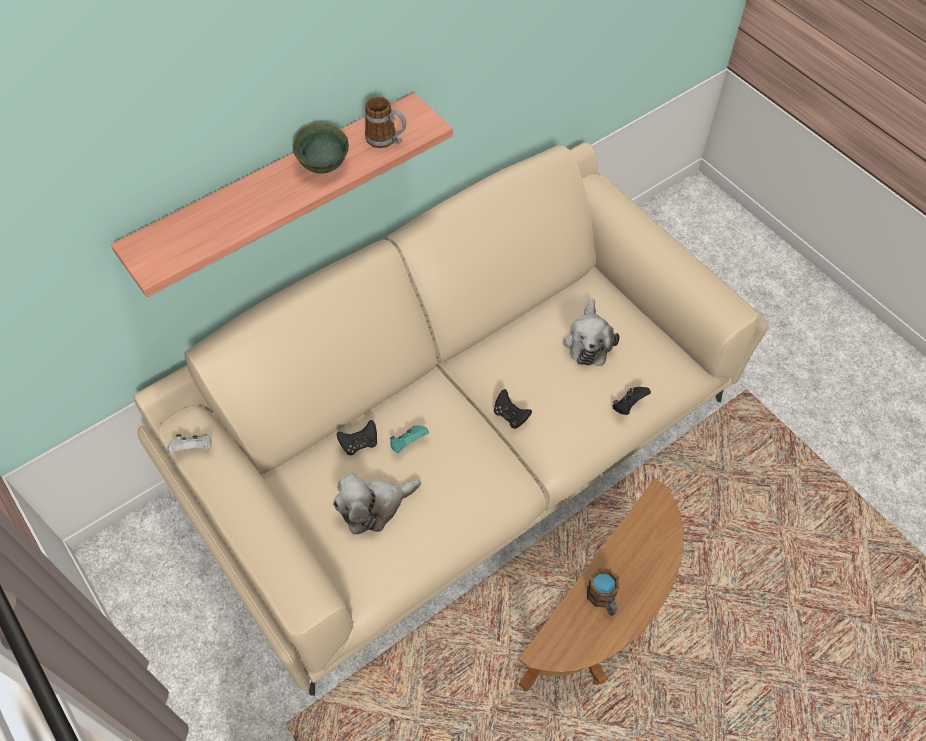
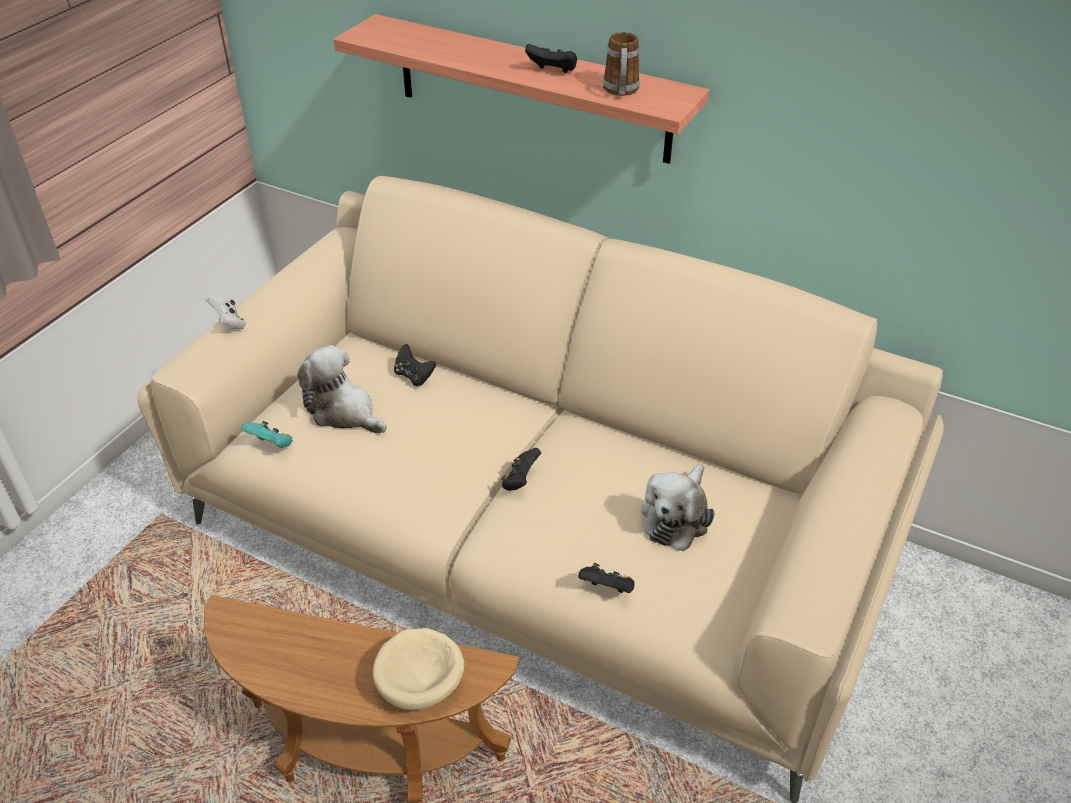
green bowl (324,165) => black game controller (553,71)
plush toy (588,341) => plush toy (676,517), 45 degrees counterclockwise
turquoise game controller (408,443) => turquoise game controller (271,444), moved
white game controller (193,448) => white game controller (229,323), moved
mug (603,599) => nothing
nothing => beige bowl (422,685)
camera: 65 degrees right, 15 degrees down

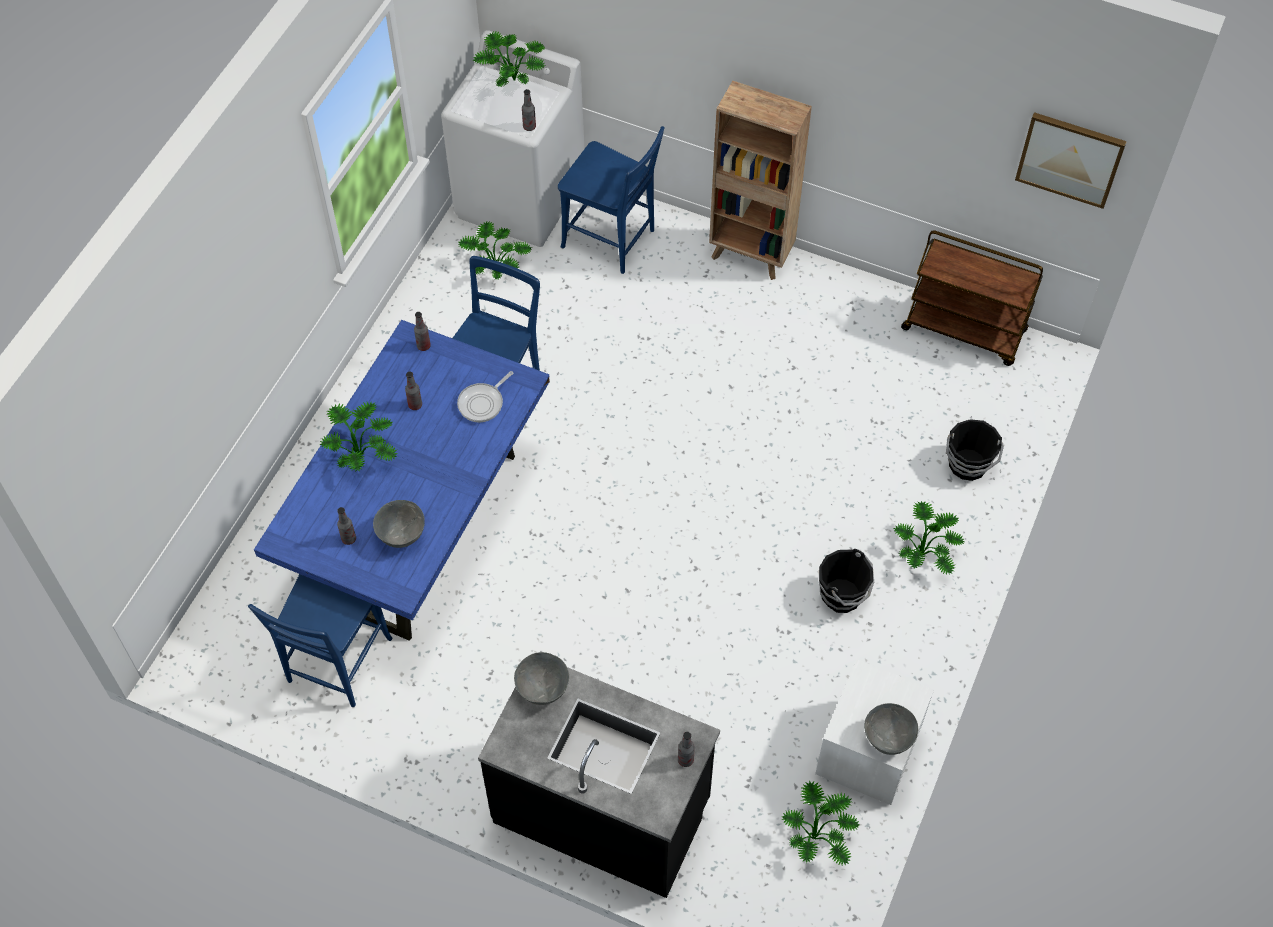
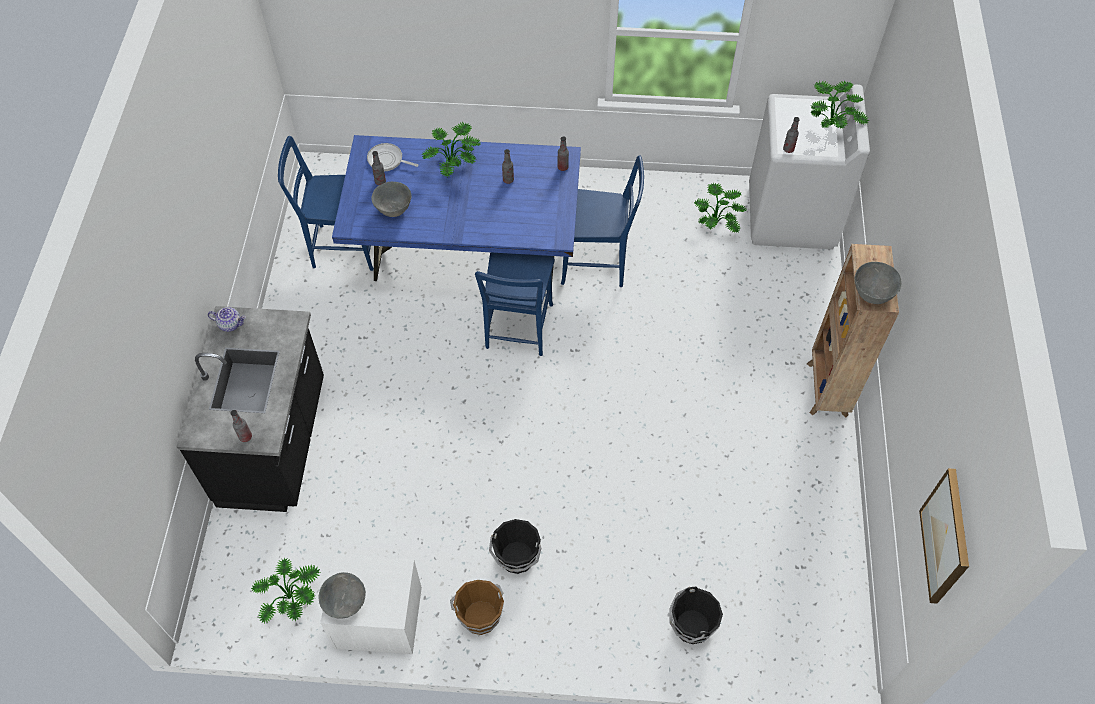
blue chair (612,240) => blue chair (518,330), moved
brown cart (965,330) => nothing
frying pan (483,403) => frying pan (387,160), moved
potted plant (925,553) => nothing
grey bowl (543,690) => grey bowl (872,295), moved
nothing => teapot (230,324)
nothing => brown bucket (479,615)
camera: 70 degrees right, 0 degrees up

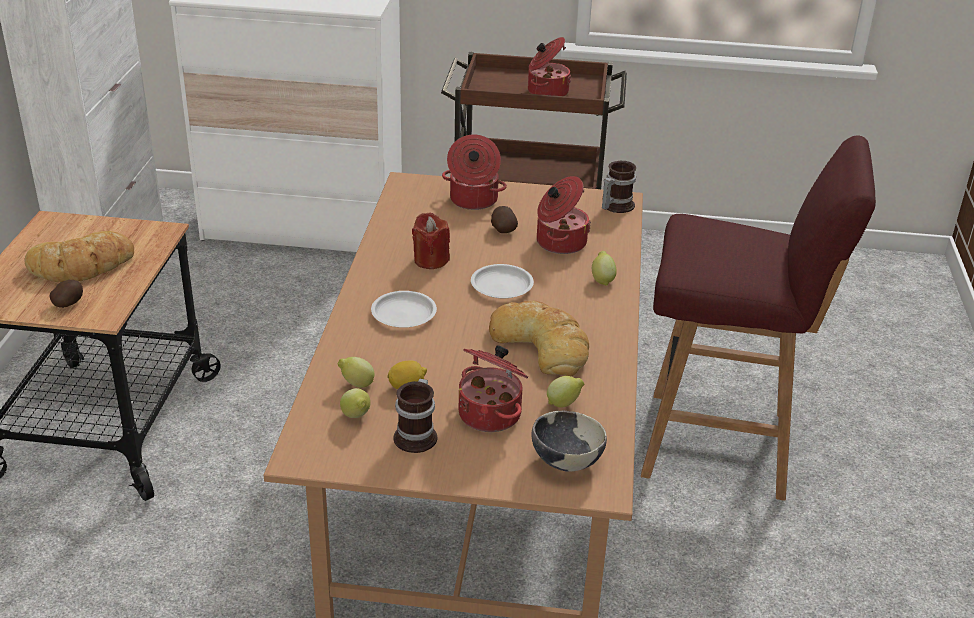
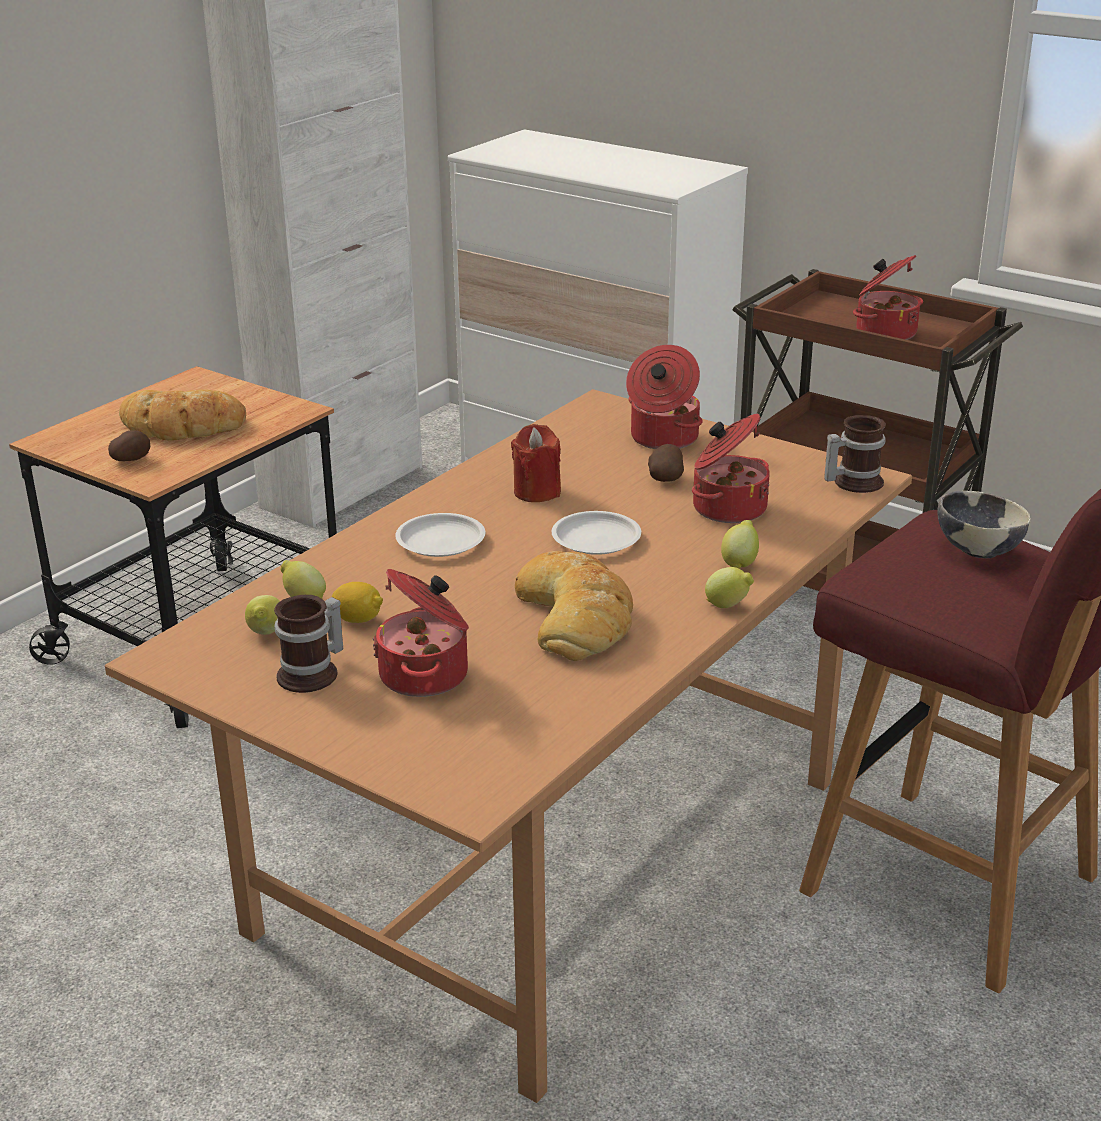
lemon (564,404) => lemon (728,606), moved
bowl (566,461) => bowl (977,550), moved
camera: 30 degrees right, 5 degrees down

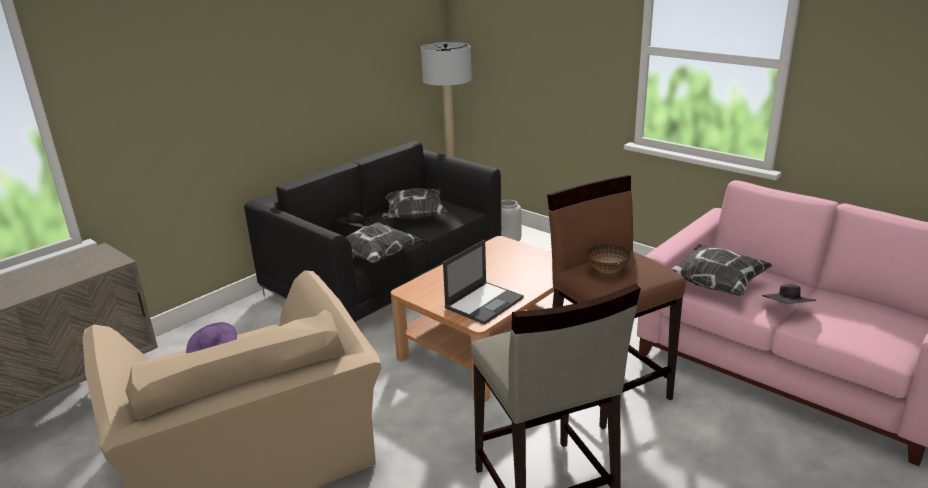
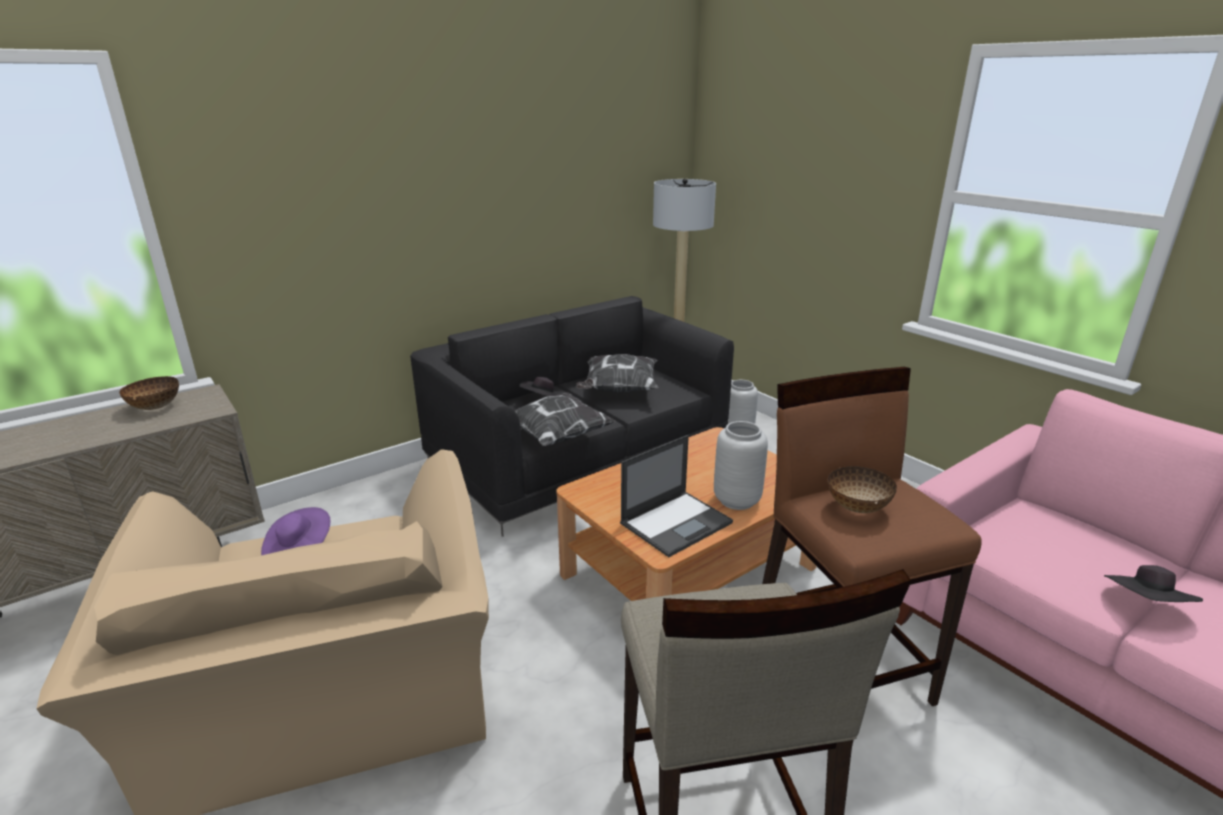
pillow (715,285) => nothing
nothing => bowl (155,407)
nothing => grey vase (735,500)
camera: 10 degrees right, 0 degrees up

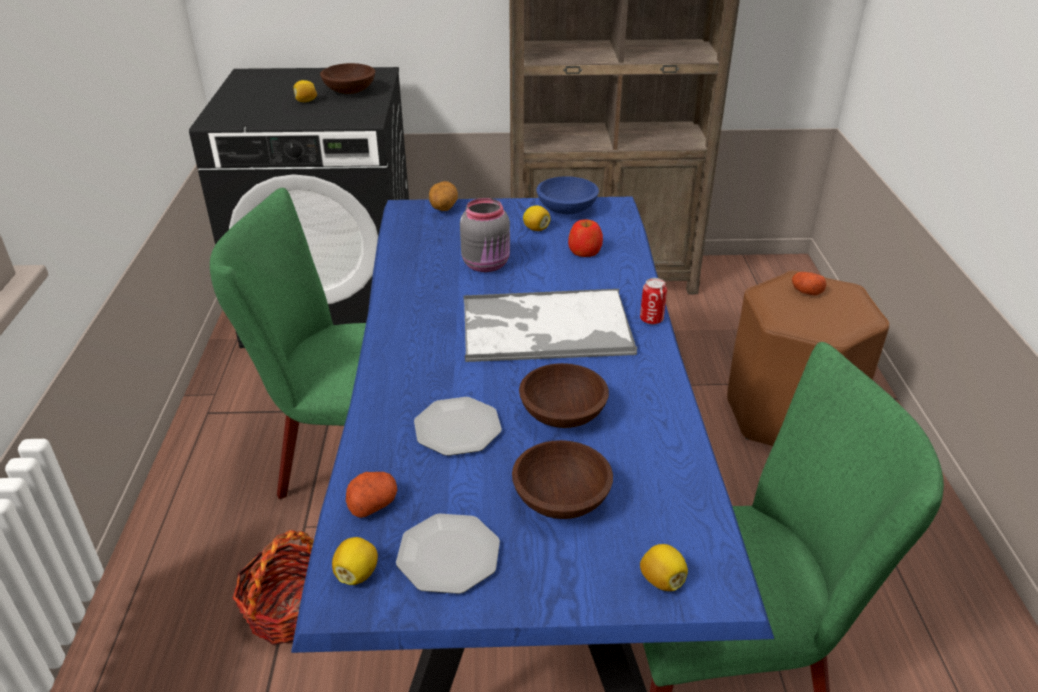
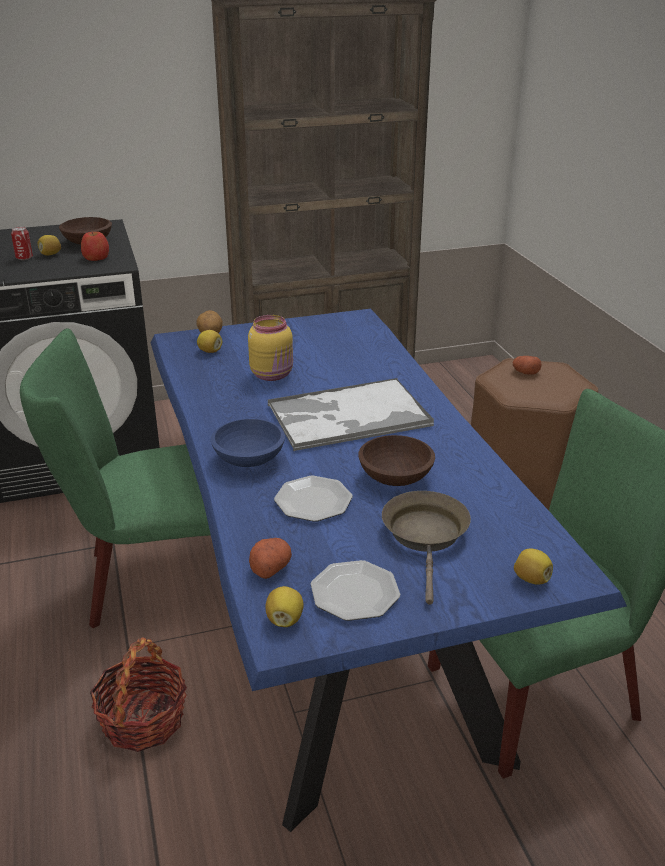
blue bowl (565,209) => blue bowl (247,459), moved
grey jar (487,264) => yellow jar (273,374)
lemon (536,229) => lemon (210,351), moved
apple (585,251) => apple (96,257), moved
can (651,319) => can (24,258), moved
brown bowl (562,498) => brown frying pan (426,537)
camera: 15 degrees left, 5 degrees down

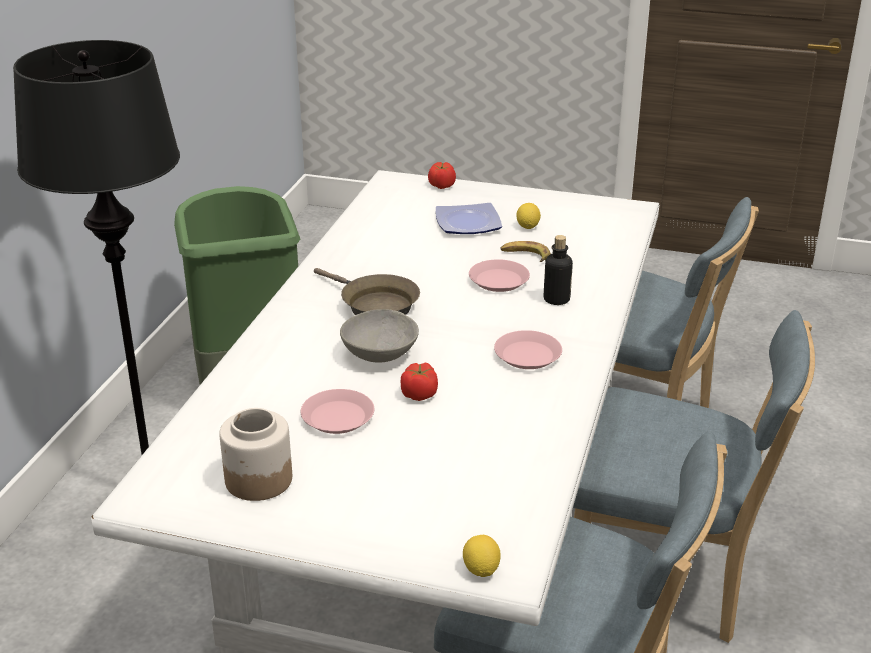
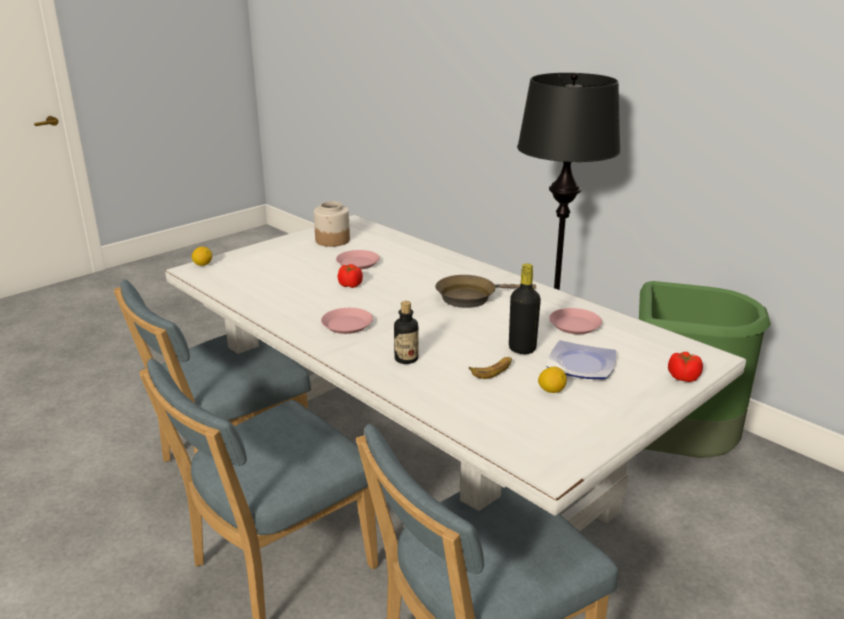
pink plate (499,280) => pink plate (574,325), moved
grey bowl (379,354) => nothing
nothing => black bottle (522,349)
camera: 120 degrees right, 5 degrees down

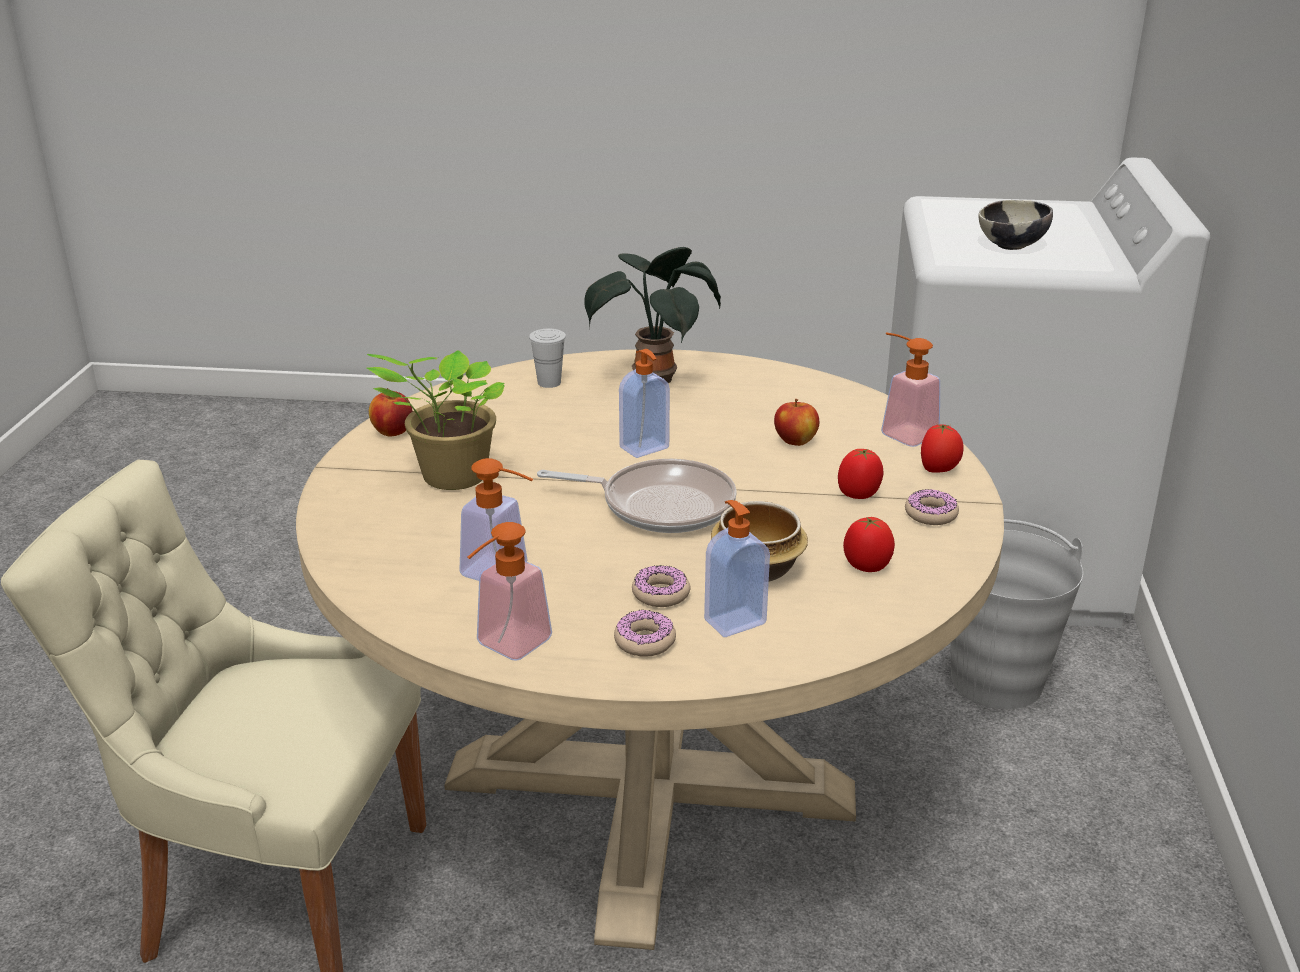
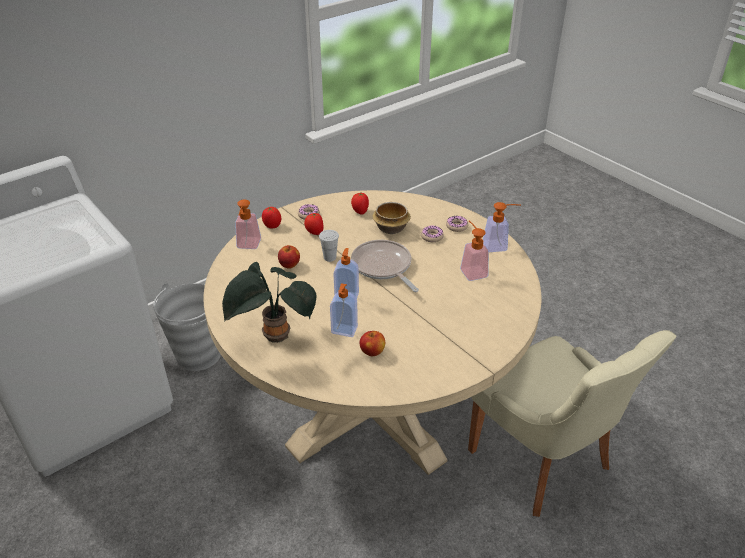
bowl (1012,246) => nothing
white cup (549,383) => white cup (330,257), moved
potted plant (450,477) => nothing
apple (392,432) => apple (372,352), moved
soap dispenser (734,621) => soap dispenser (344,331), moved
camera: 135 degrees left, 10 degrees up

